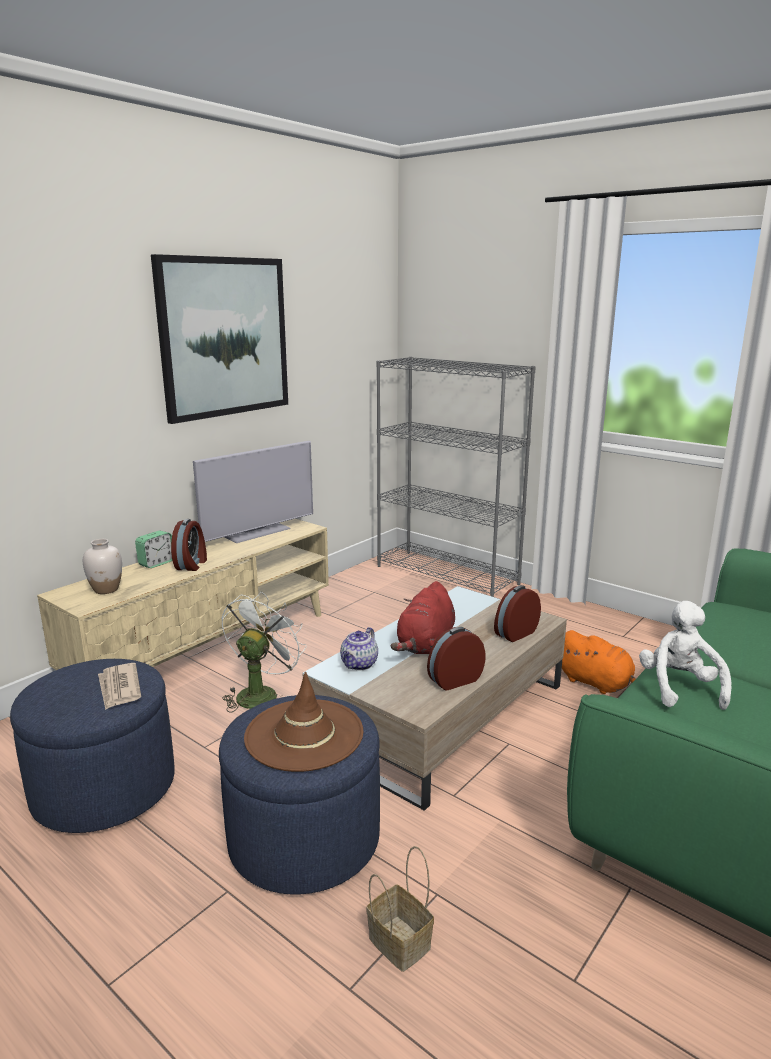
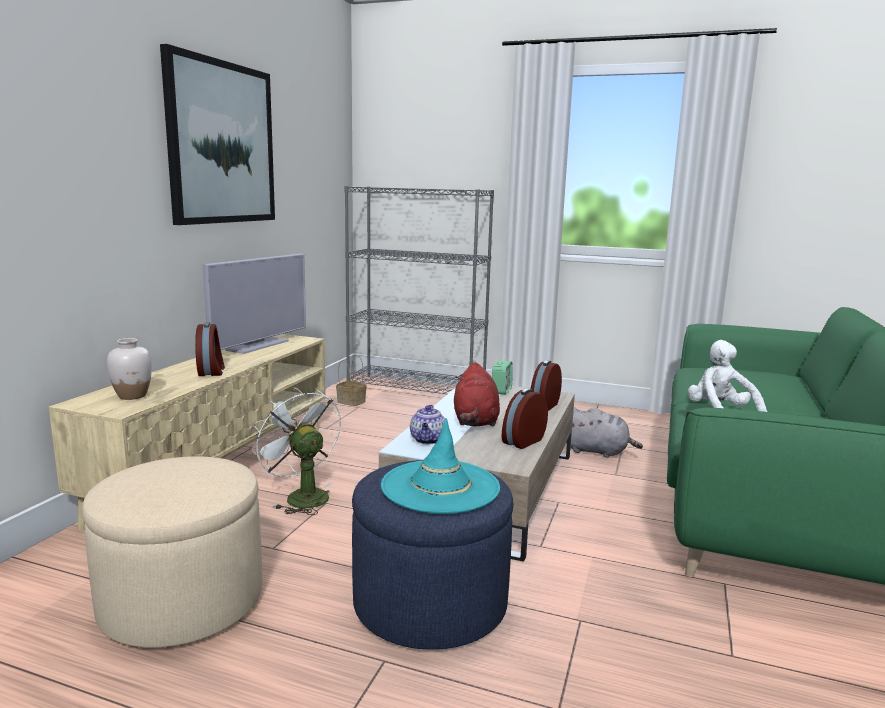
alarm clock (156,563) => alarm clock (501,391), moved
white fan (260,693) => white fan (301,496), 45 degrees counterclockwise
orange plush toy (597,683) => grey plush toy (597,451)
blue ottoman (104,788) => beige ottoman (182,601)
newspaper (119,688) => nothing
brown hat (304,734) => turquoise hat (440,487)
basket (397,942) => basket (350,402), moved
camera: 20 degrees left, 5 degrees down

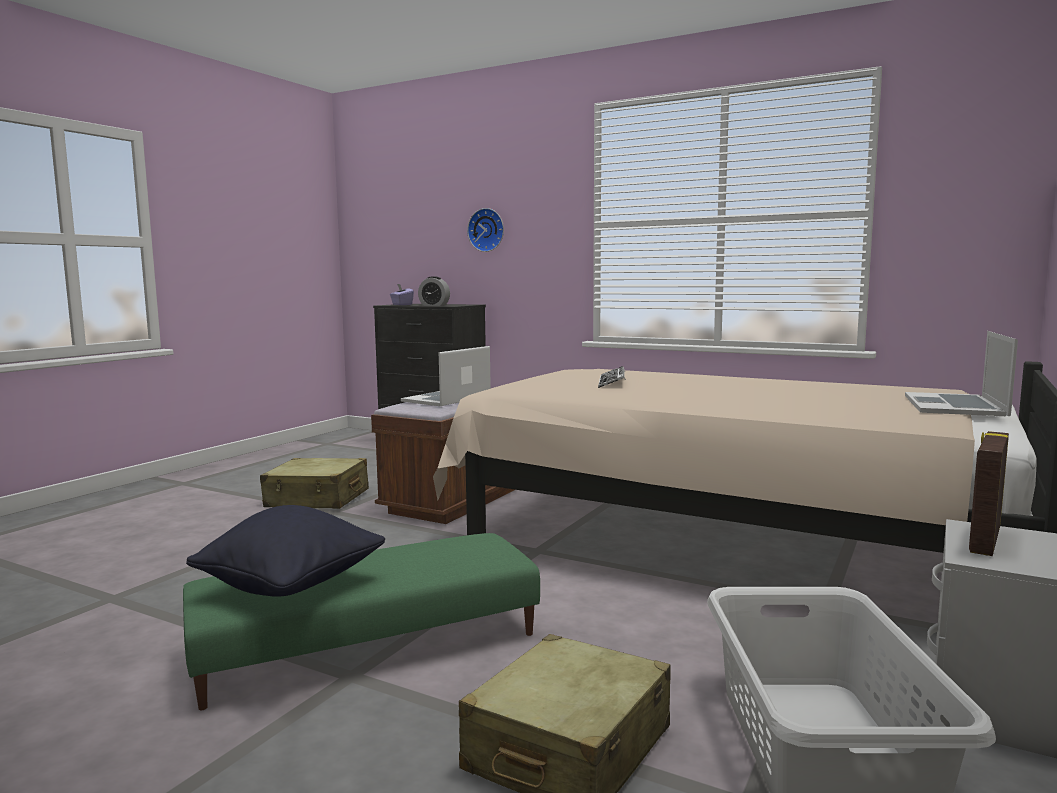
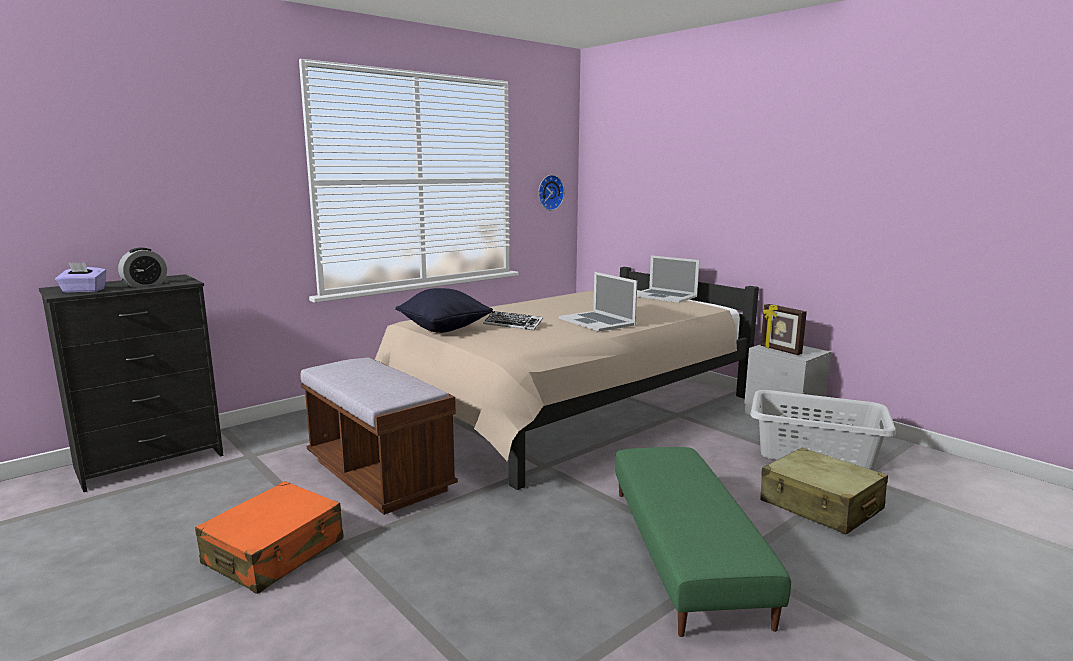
wall clock (487,230) => wall clock (549,192), moved
laptop (447,398) => laptop (597,321), moved
beige suitcase (317,499) => orange suitcase (275,552)
black pillow (291,587) => black pillow (444,329), moved
camera: 70 degrees left, 5 degrees up

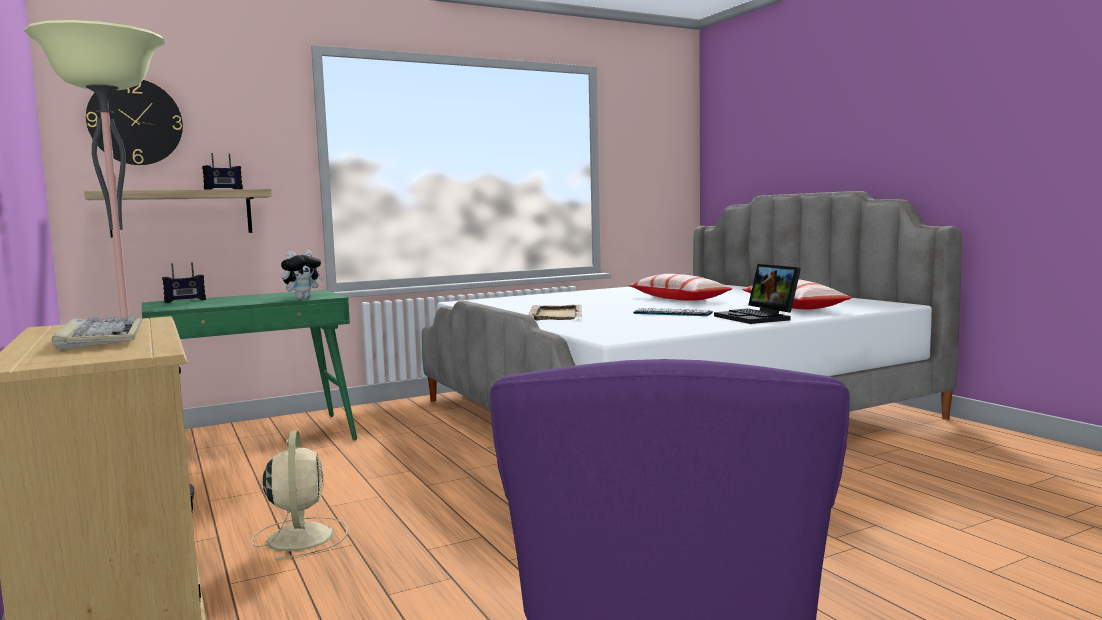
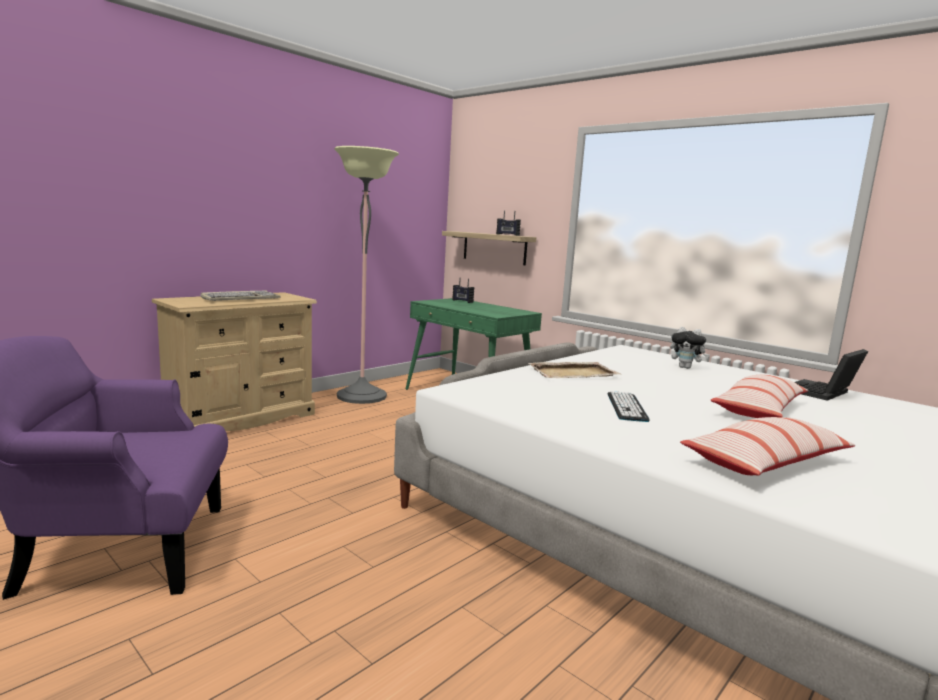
wall clock (135,122) => nothing
plush toy (303,298) => plush toy (686,368), moved
laptop (758,318) => laptop (821,393), moved
beige fan (300,536) => nothing
camera: 70 degrees right, 5 degrees up

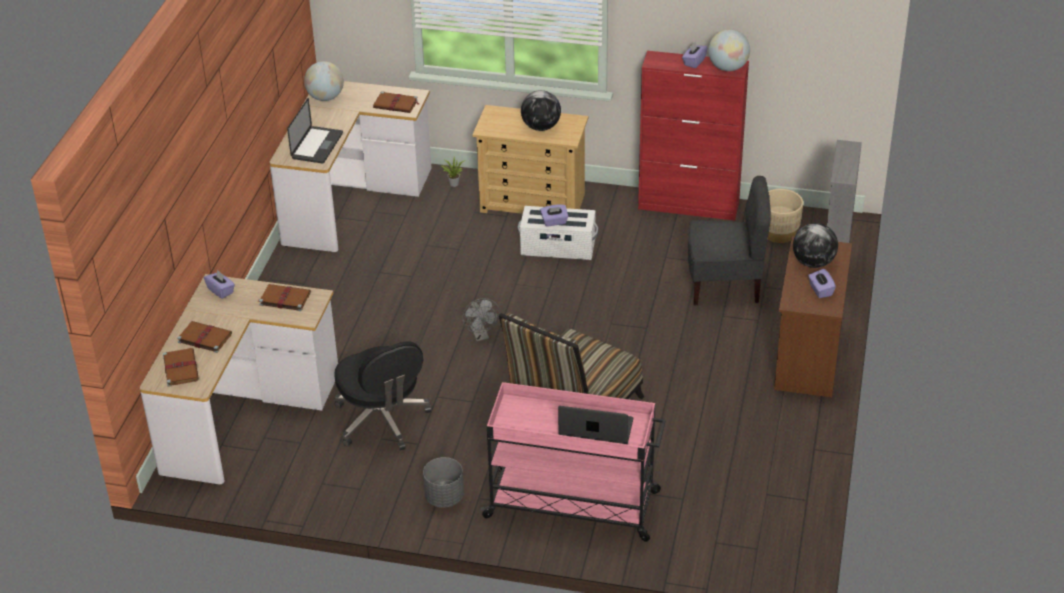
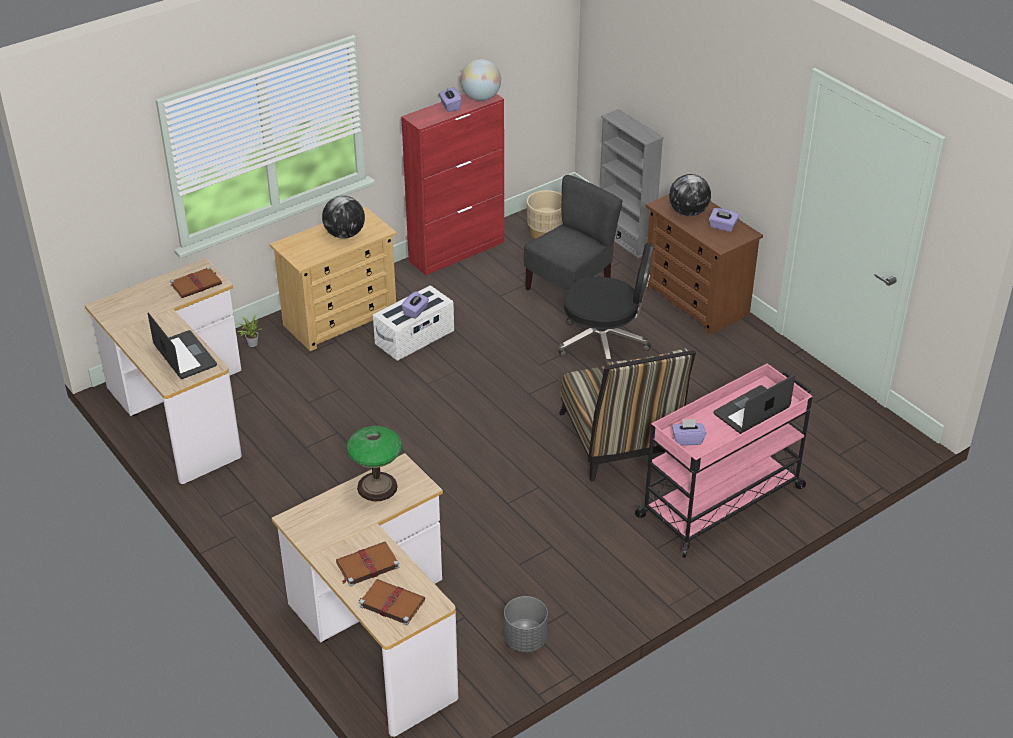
globe (325,97) => nothing
purple tissue box (221,291) => purple tissue box (687,440), moved
brown book (284,299) => table lamp (377,487)
grey fan (481,335) => nothing
black office chair (382,420) => black office chair (604,343), moved
grey planter (444,497) => grey planter (525,640), moved
camera: 50 degrees left, 0 degrees up

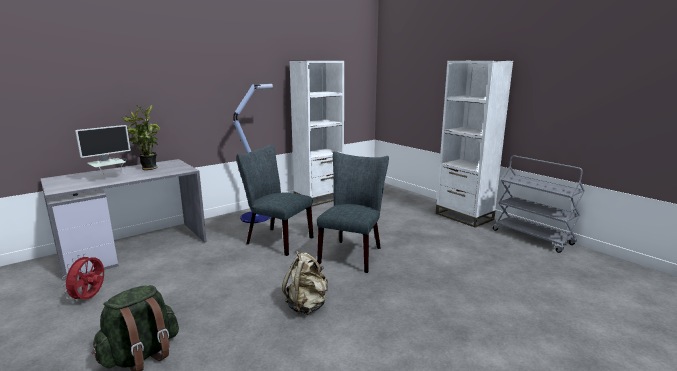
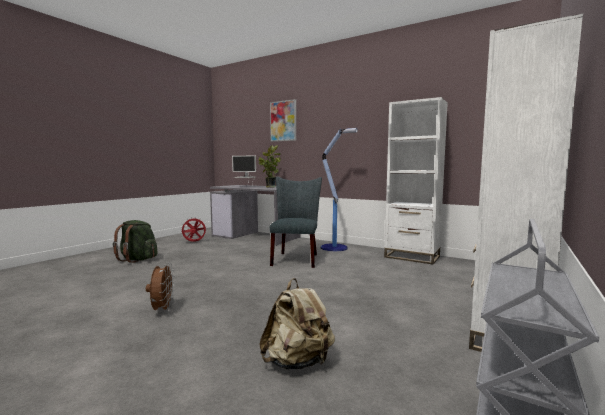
grey chair (352,253) => nothing
beige backpack (307,305) => beige backpack (298,362), moved
nothing => picture (283,121)
nothing => brown fan (162,310)
camera: 70 degrees right, 10 degrees down

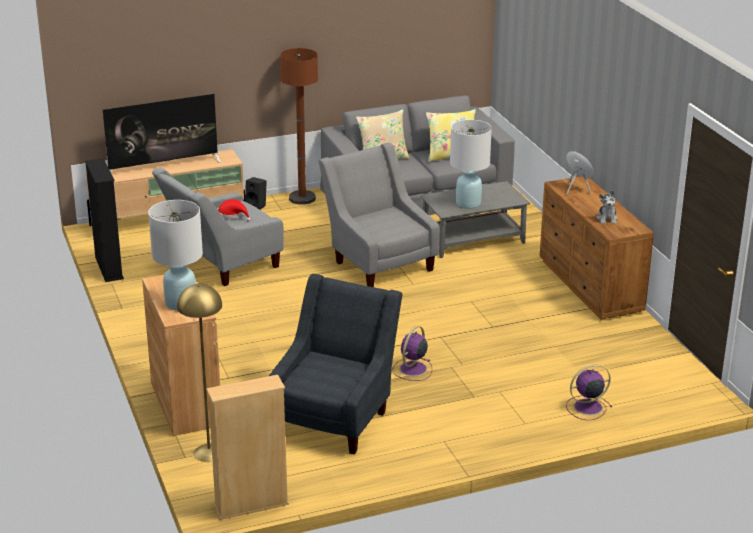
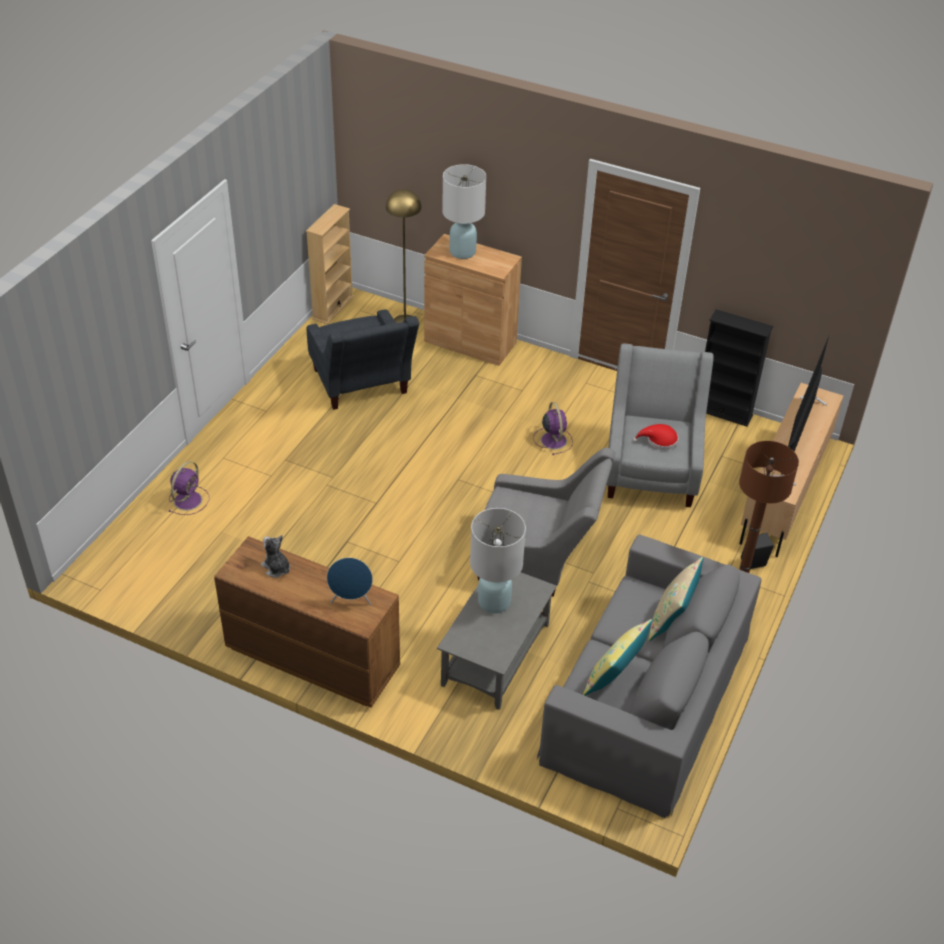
purple fan (412,369) => purple fan (553,439), moved
camera: 135 degrees right, 15 degrees up

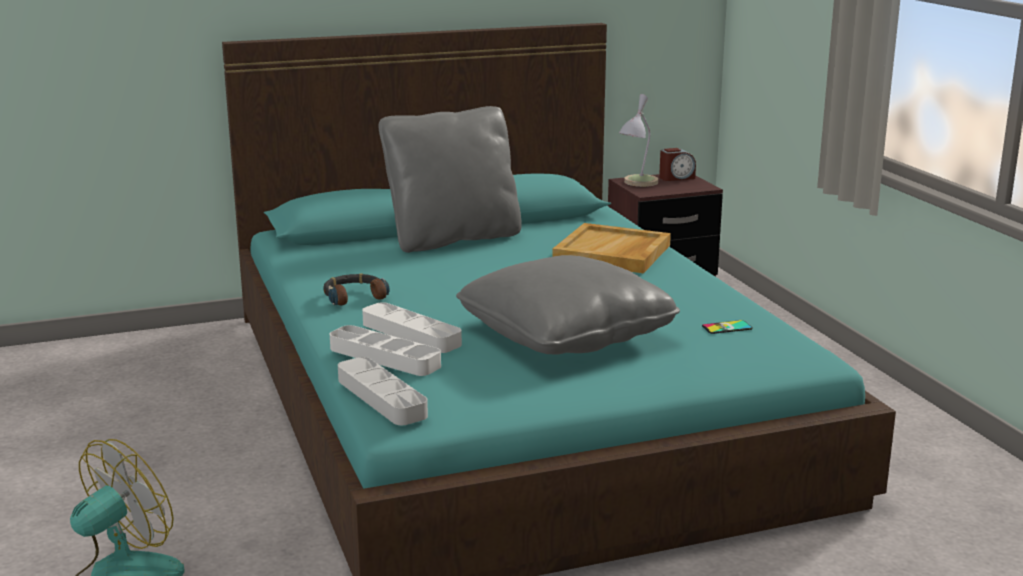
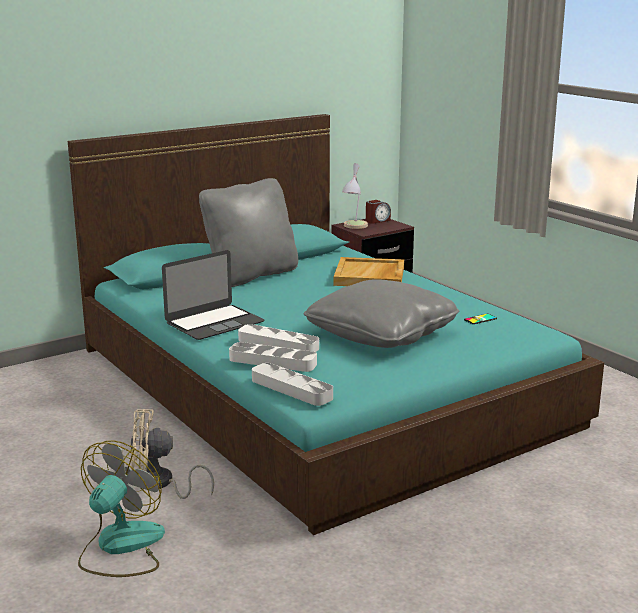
headphones (354,296) => laptop (214,322)
nothing => beige fan (160,484)
camera: 15 degrees left, 0 degrees up

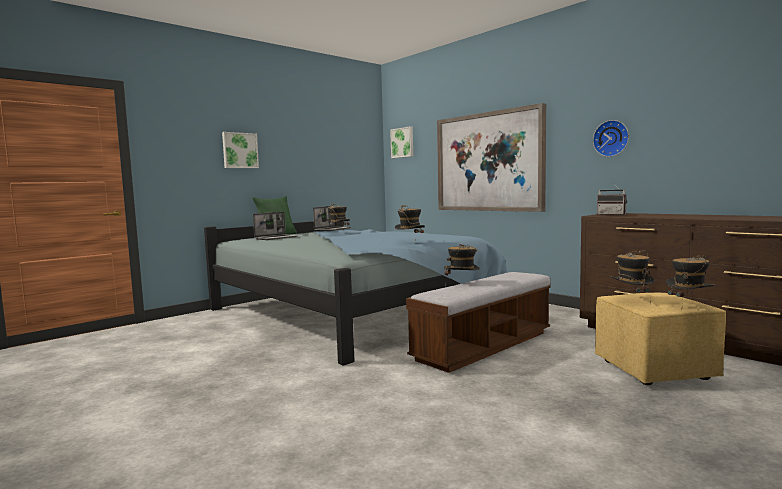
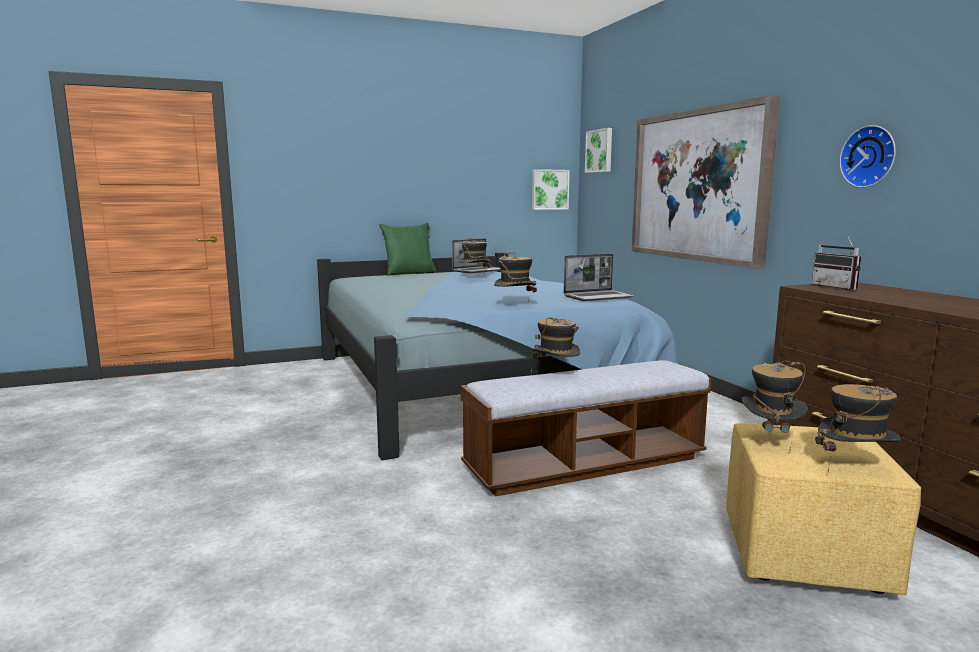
picture (240,150) => picture (549,189), moved
laptop (276,238) => laptop (598,297), moved
camera: 20 degrees right, 5 degrees up

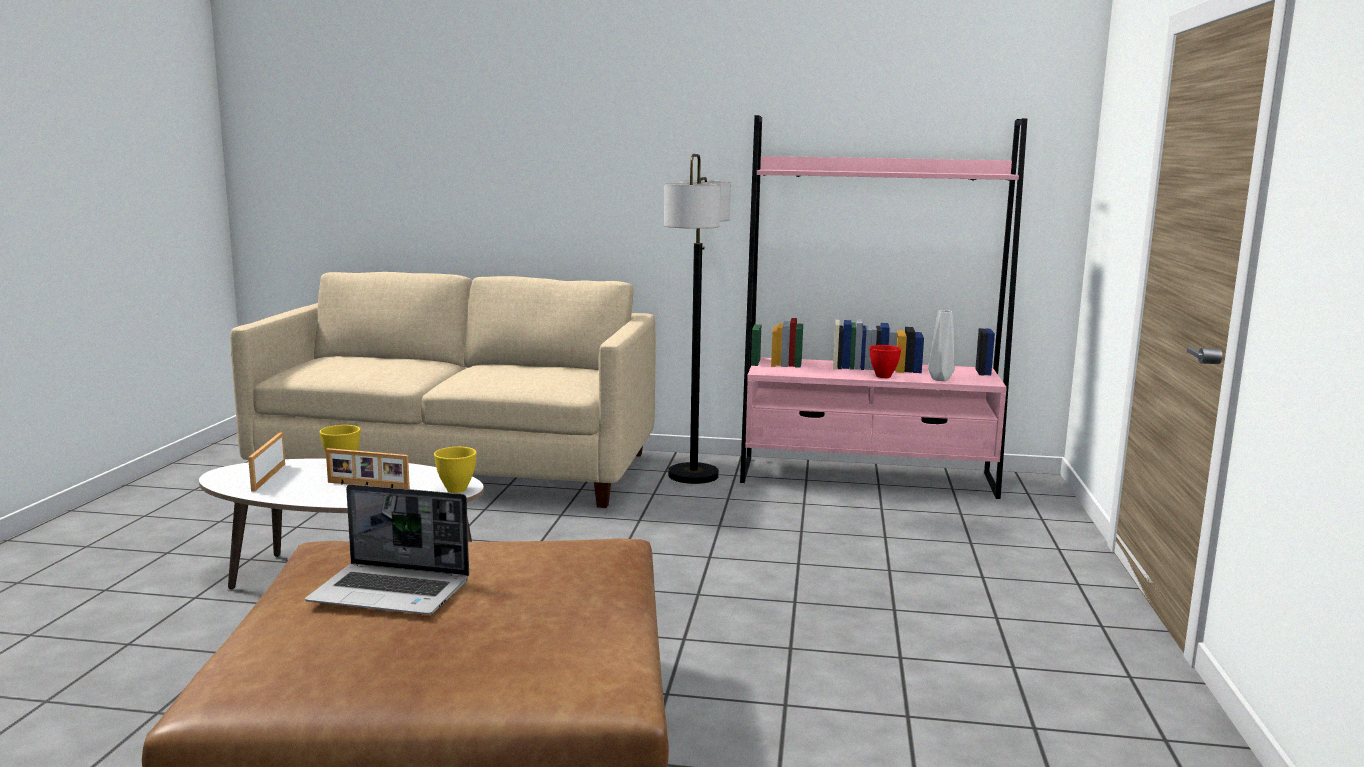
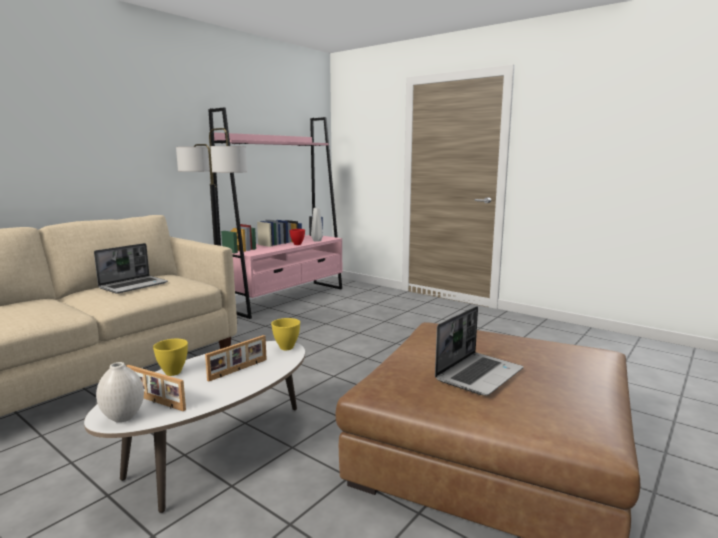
nothing => laptop (134,285)
nothing => white vase (124,418)
camera: 60 degrees left, 0 degrees up

